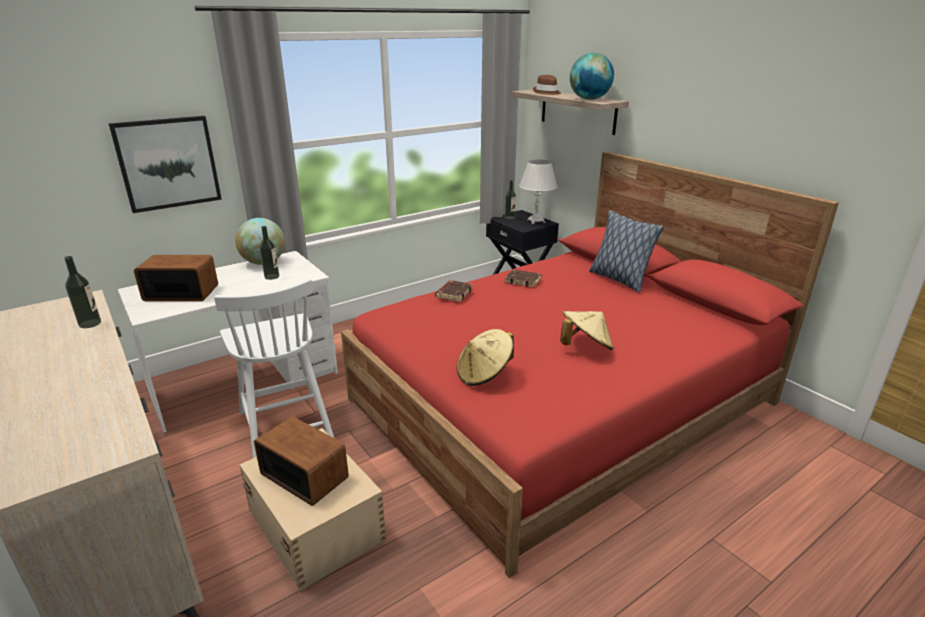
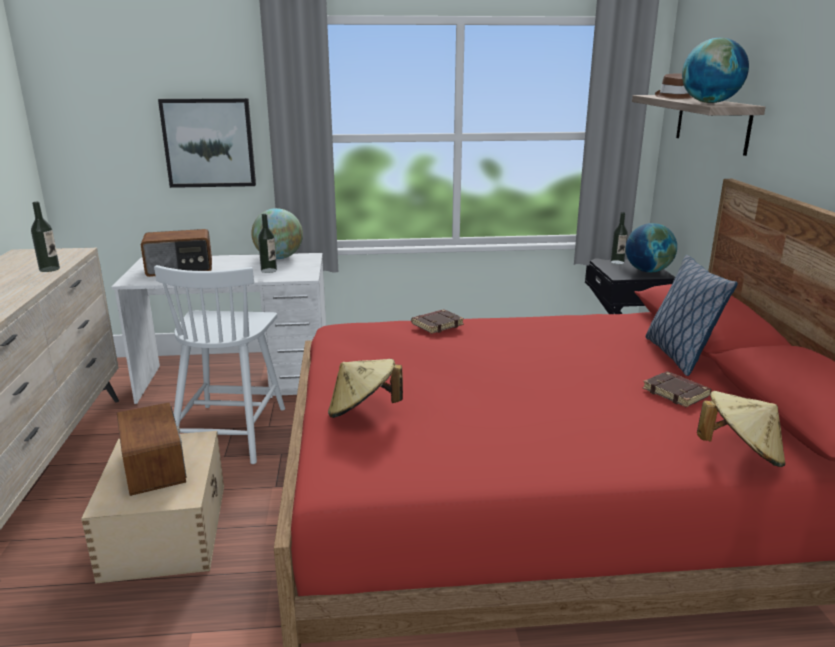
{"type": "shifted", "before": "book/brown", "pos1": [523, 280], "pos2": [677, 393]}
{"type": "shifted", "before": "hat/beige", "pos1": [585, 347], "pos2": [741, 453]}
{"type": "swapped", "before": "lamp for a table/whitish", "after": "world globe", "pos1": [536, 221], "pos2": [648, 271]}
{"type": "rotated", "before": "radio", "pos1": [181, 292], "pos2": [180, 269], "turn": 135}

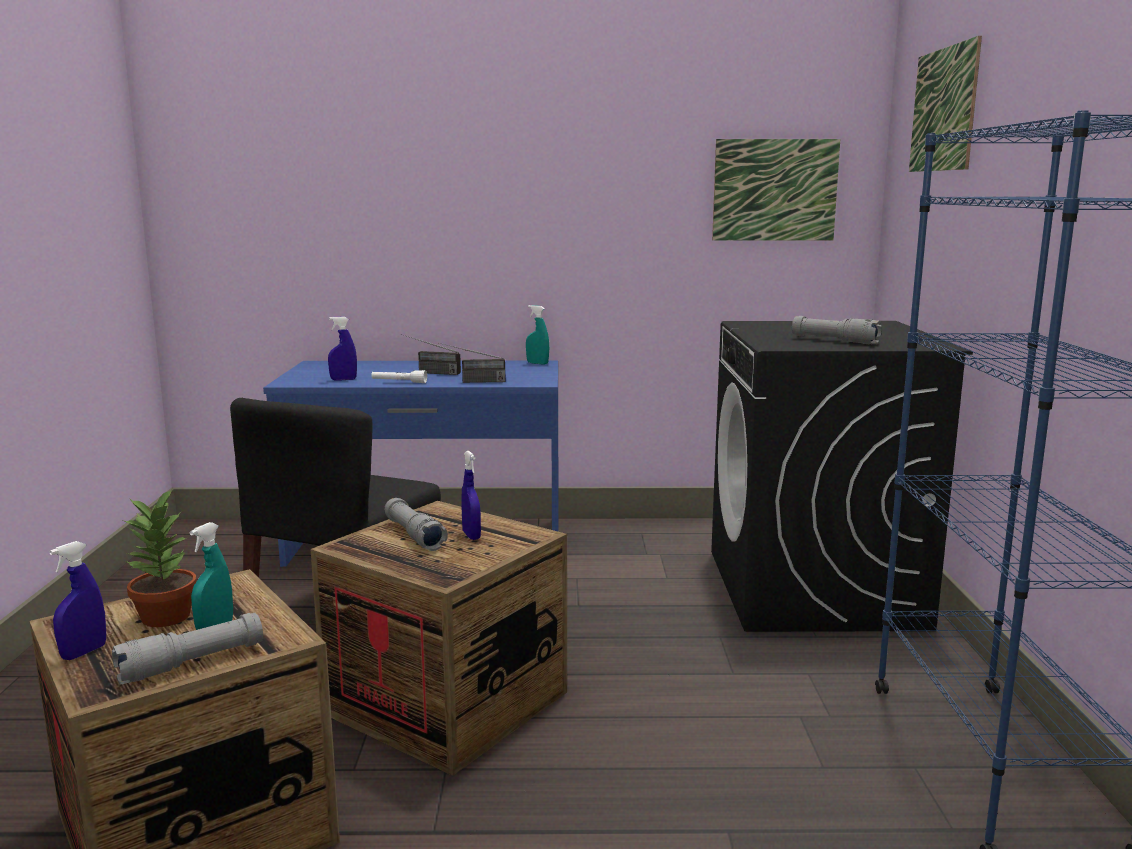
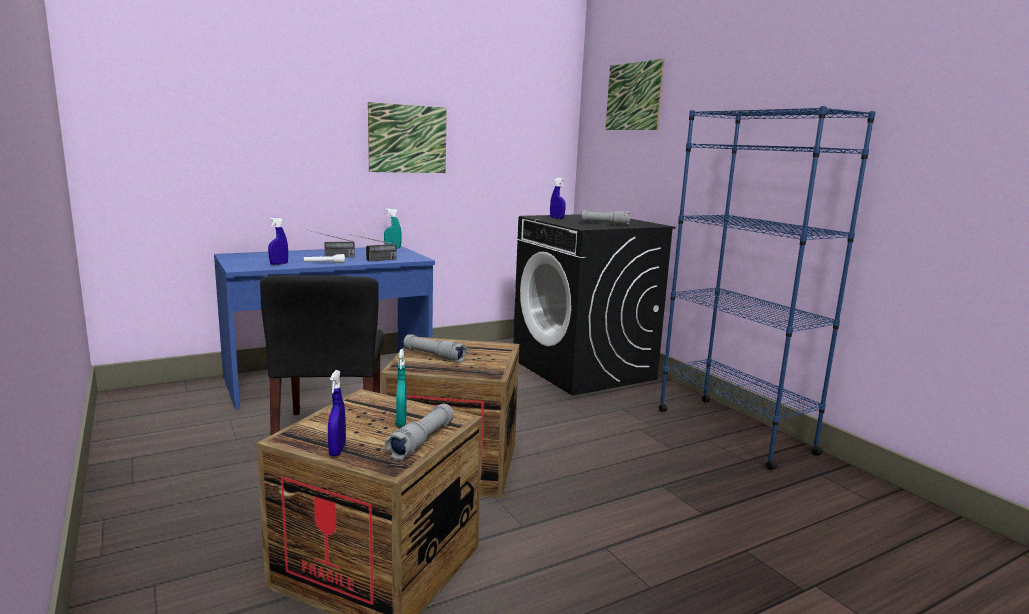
{"type": "gone", "before": "potted plant", "pos1": [167, 617]}
{"type": "shifted", "before": "sprayer/blue", "pos1": [471, 535], "pos2": [557, 218]}
{"type": "shifted", "before": "wall picture", "pos1": [775, 190], "pos2": [408, 139]}

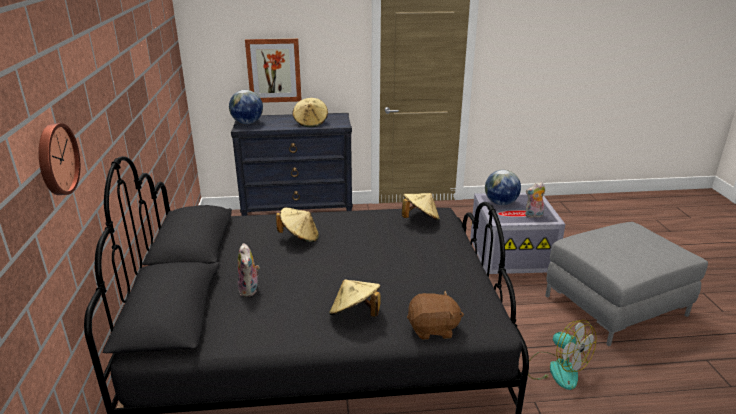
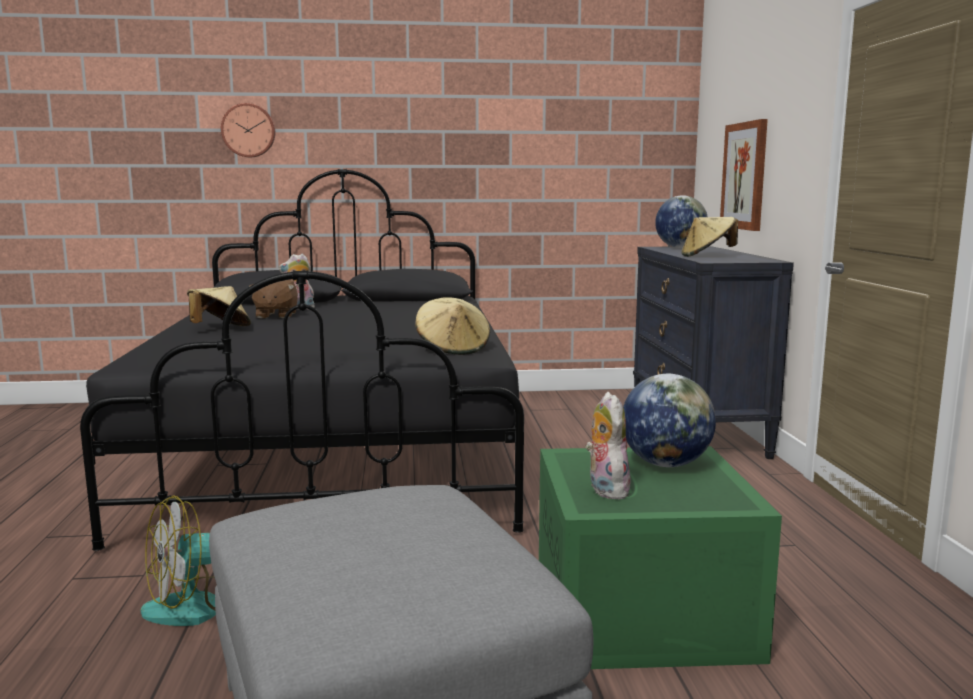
{"type": "gone", "before": "hat/beige", "pos1": [299, 237]}
{"type": "shifted", "before": "plush toy/brown", "pos1": [433, 329], "pos2": [275, 315]}
{"type": "repainted", "before": "storage box/grey", "after": "storage box/greenish", "pos1": [512, 253], "pos2": [645, 613]}

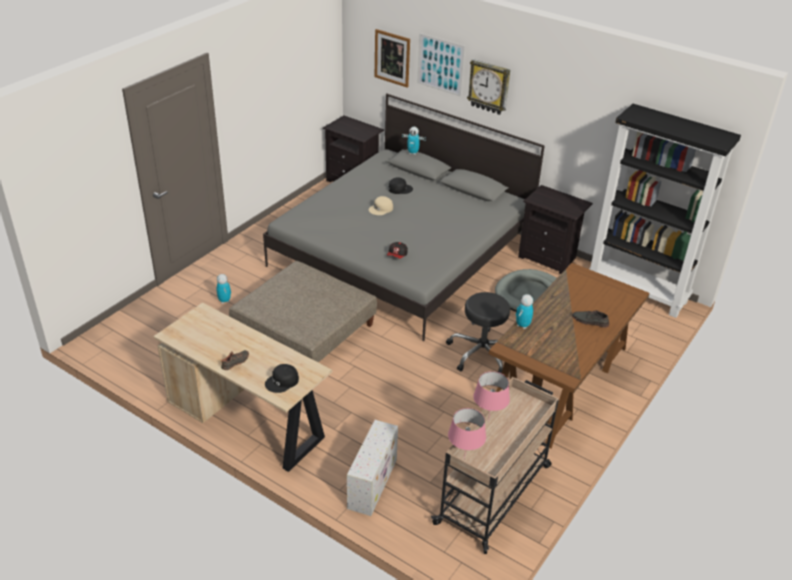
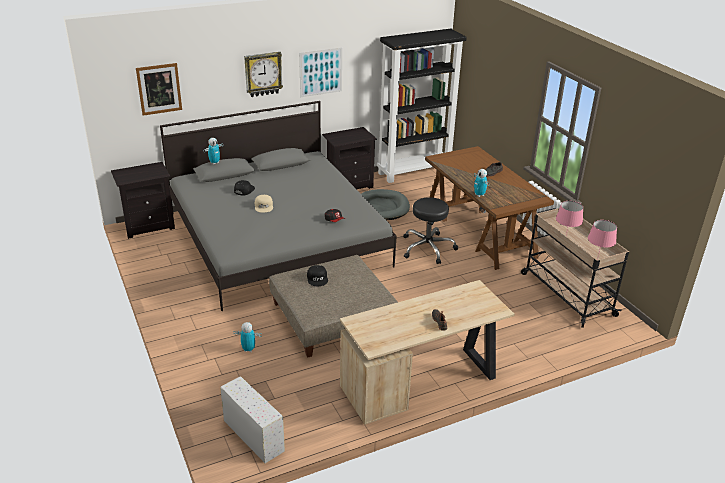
{"type": "shifted", "before": "baseball cap/black-coloured", "pos1": [282, 382], "pos2": [317, 278]}
{"type": "shifted", "before": "storage box/whitish", "pos1": [373, 482], "pos2": [253, 435]}
{"type": "shifted", "before": "wall picture", "pos1": [440, 64], "pos2": [321, 72]}

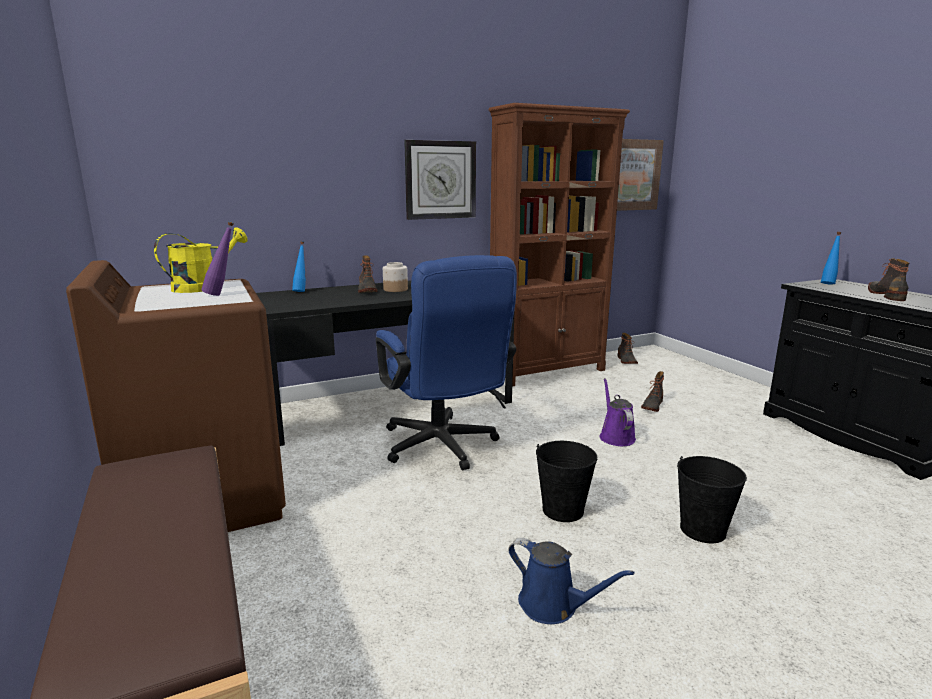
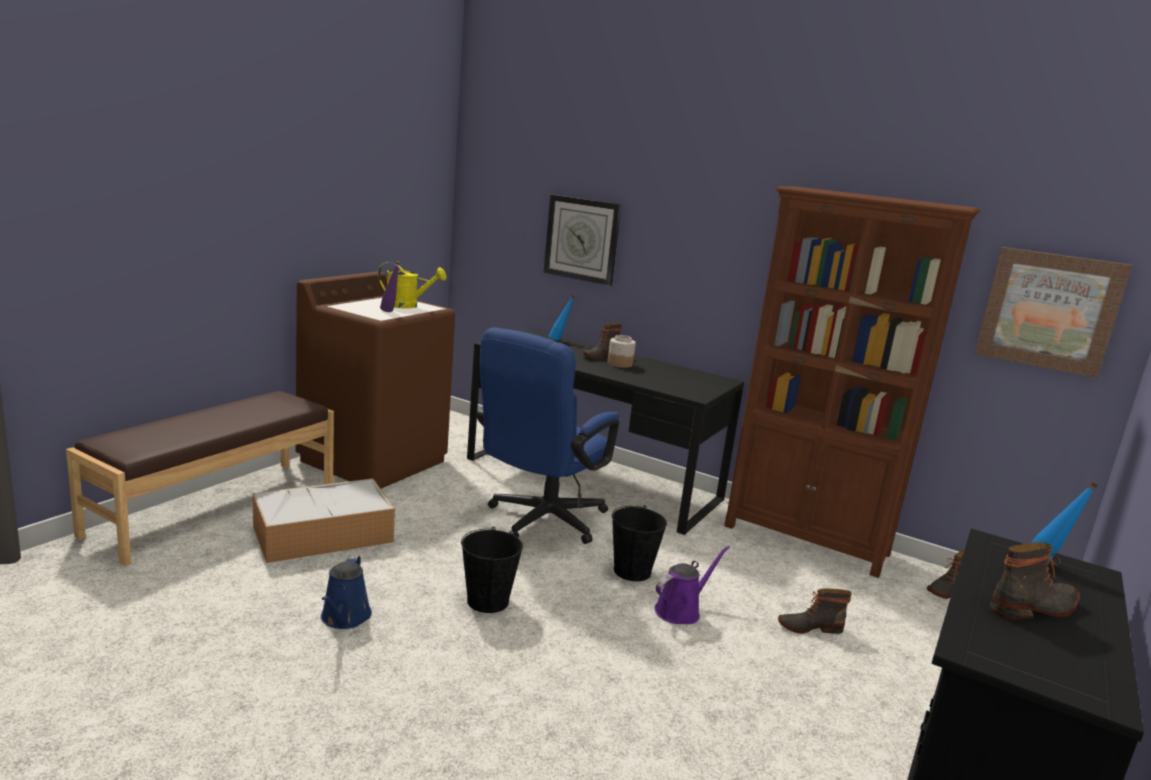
{"type": "new", "after": "storage box", "pos2": [321, 535]}
{"type": "shifted", "before": "wall clock", "pos1": [440, 180], "pos2": [582, 239]}
{"type": "shifted", "before": "bucket/black-coloured", "pos1": [702, 530], "pos2": [632, 571]}

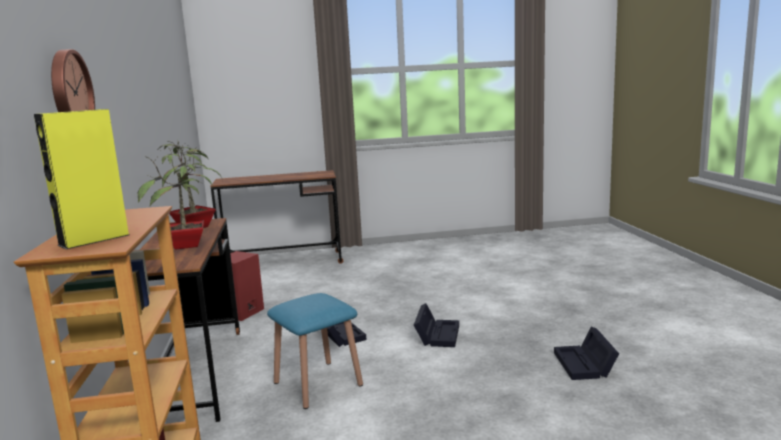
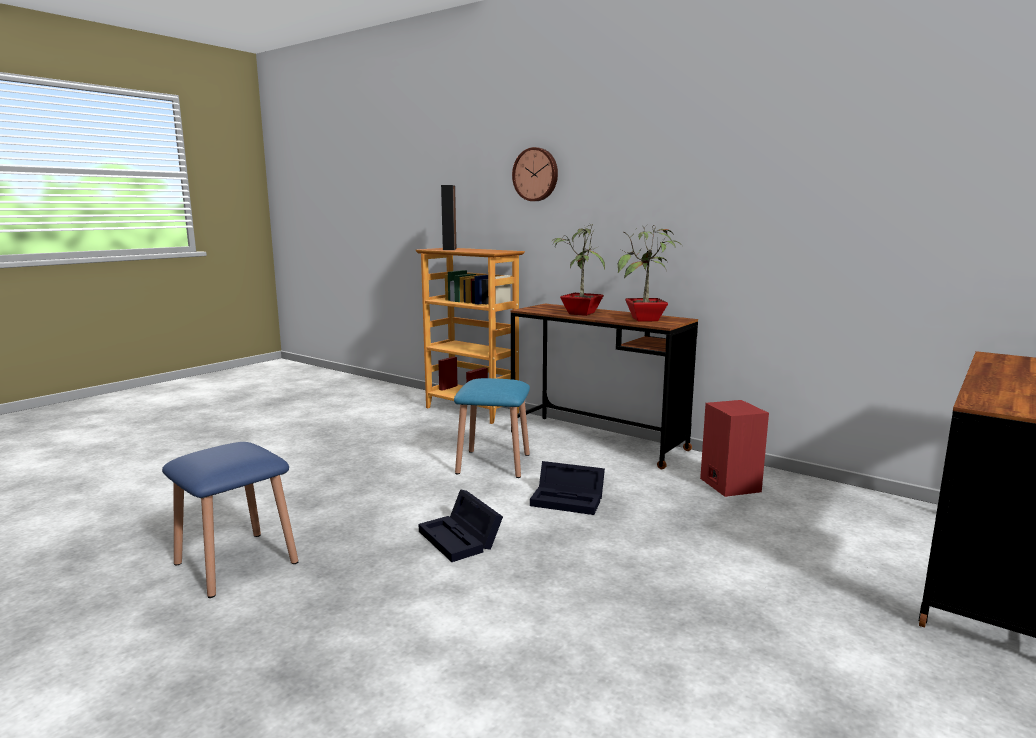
{"type": "swapped", "before": "storage box/black-coloured", "after": "stool seat/blue", "pos1": [585, 365], "pos2": [236, 563]}
{"type": "repainted", "before": "speaker/yellowish", "after": "speaker/brown", "pos1": [94, 240], "pos2": [449, 249]}

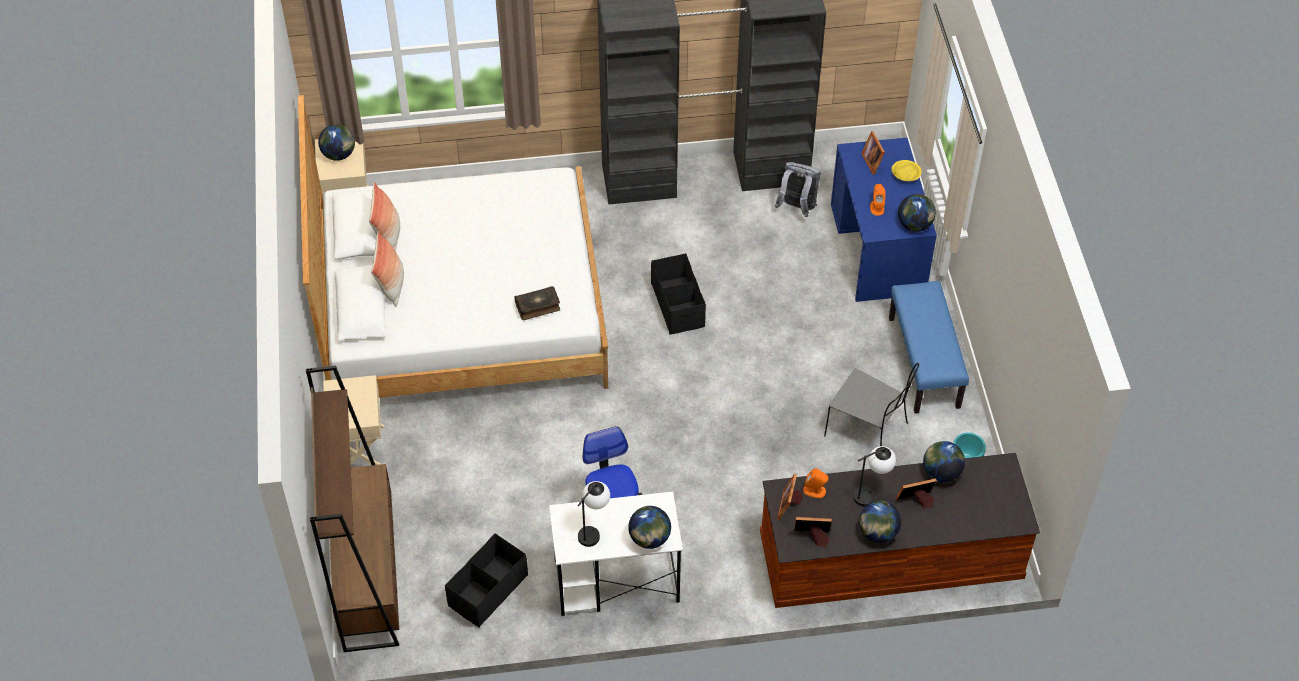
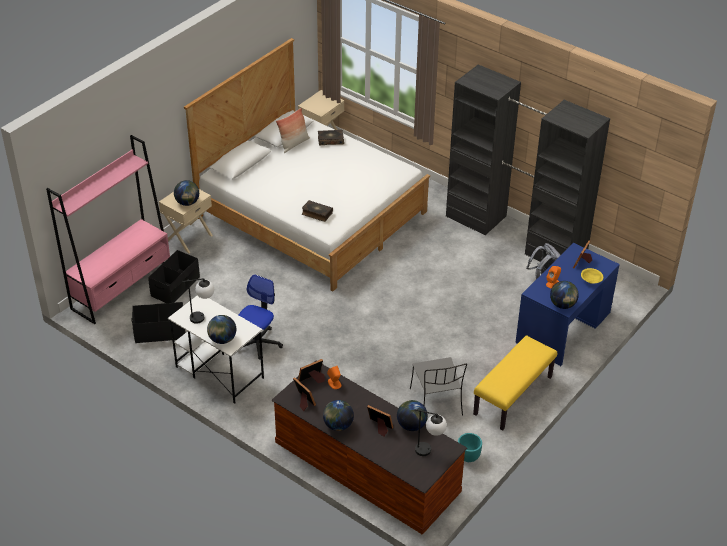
{"type": "gone", "before": "cushion", "pos1": [391, 286]}
{"type": "new", "after": "book", "pos2": [330, 140]}
{"type": "shifted", "before": "world globe", "pos1": [339, 154], "pos2": [187, 203]}
{"type": "shifted", "before": "storage box/black-coloured", "pos1": [678, 305], "pos2": [175, 287]}
{"type": "shifted", "before": "lamp for a table", "pos1": [871, 493], "pos2": [429, 451]}
{"type": "repainted", "before": "shelving unit/brown", "after": "shelving unit/pink-coloured", "pos1": [368, 574], "pos2": [122, 287]}
{"type": "repainted", "before": "long seat/blue", "after": "long seat/yellowish", "pos1": [924, 363], "pos2": [513, 396]}

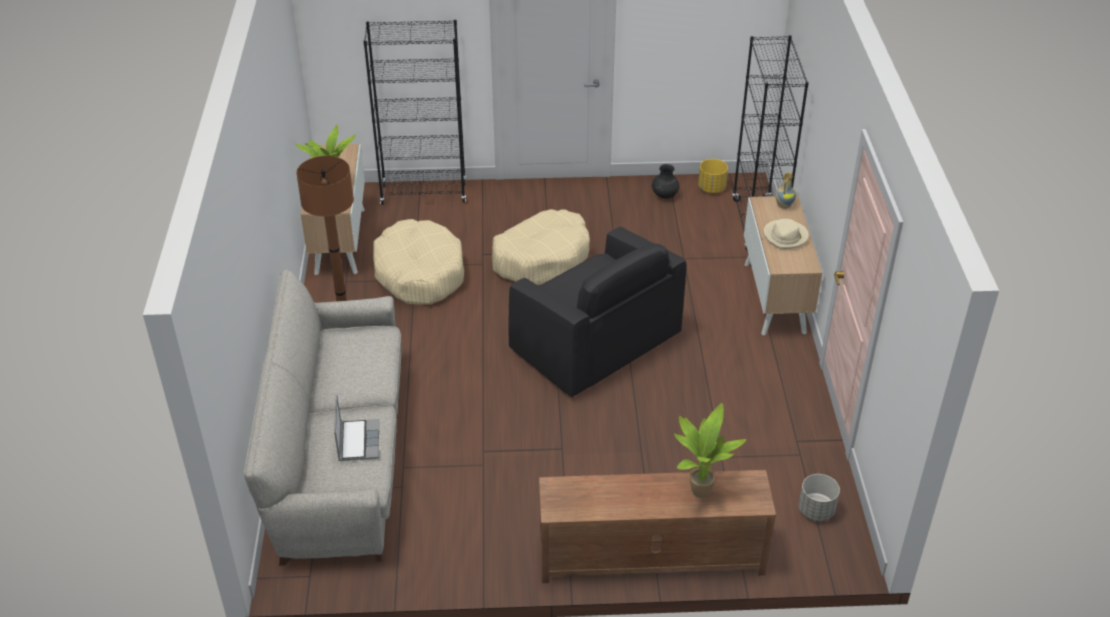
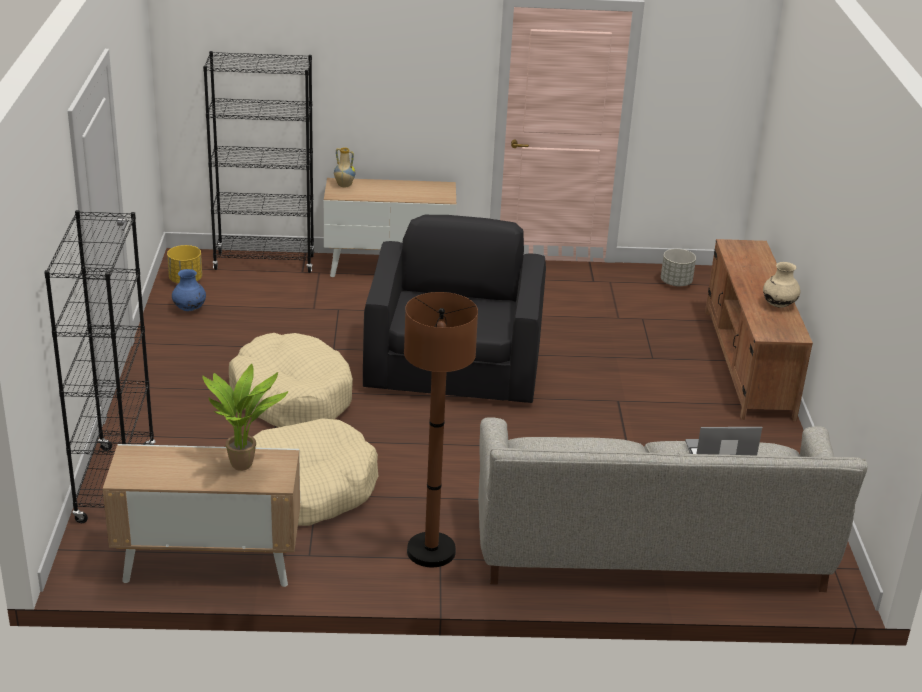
{"type": "gone", "before": "potted plant", "pos1": [698, 491]}
{"type": "gone", "before": "hat/beige", "pos1": [786, 236]}
{"type": "new", "after": "flower vase/beige", "pos2": [778, 305]}
{"type": "repainted", "before": "flower vase/black-coloured", "after": "flower vase/blue", "pos1": [664, 195], "pos2": [189, 309]}
{"type": "rotated", "before": "armchair/black-coloured", "pos1": [595, 343], "pos2": [453, 371], "turn": -45}

